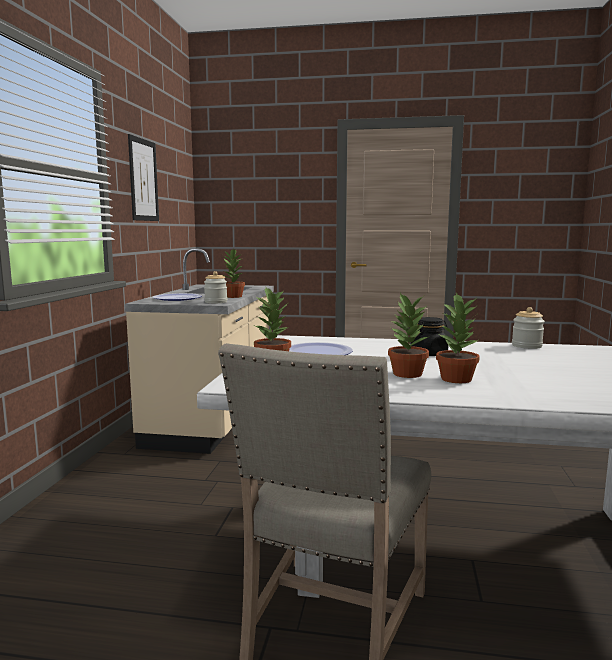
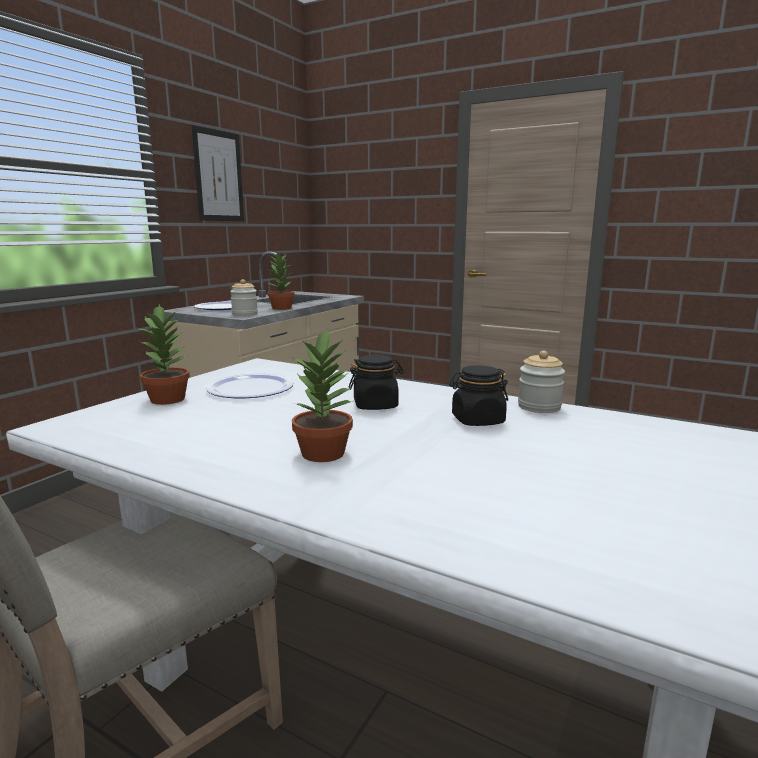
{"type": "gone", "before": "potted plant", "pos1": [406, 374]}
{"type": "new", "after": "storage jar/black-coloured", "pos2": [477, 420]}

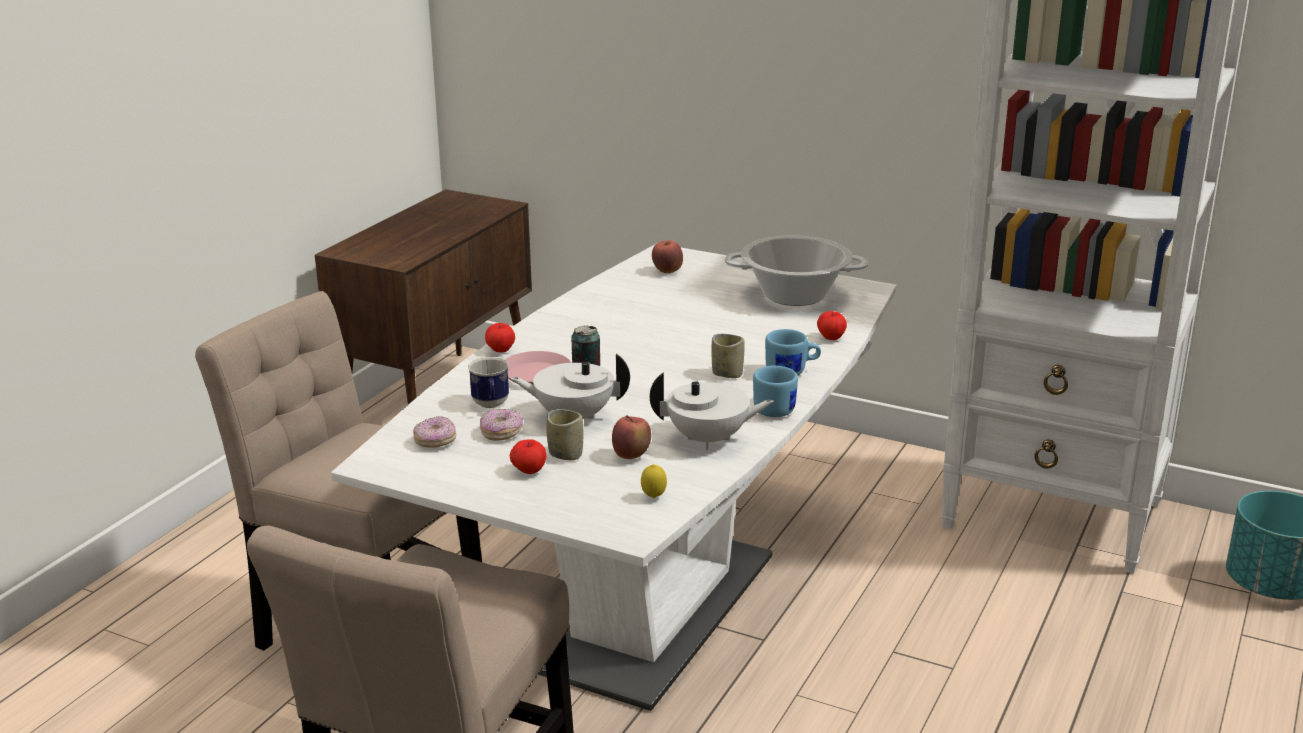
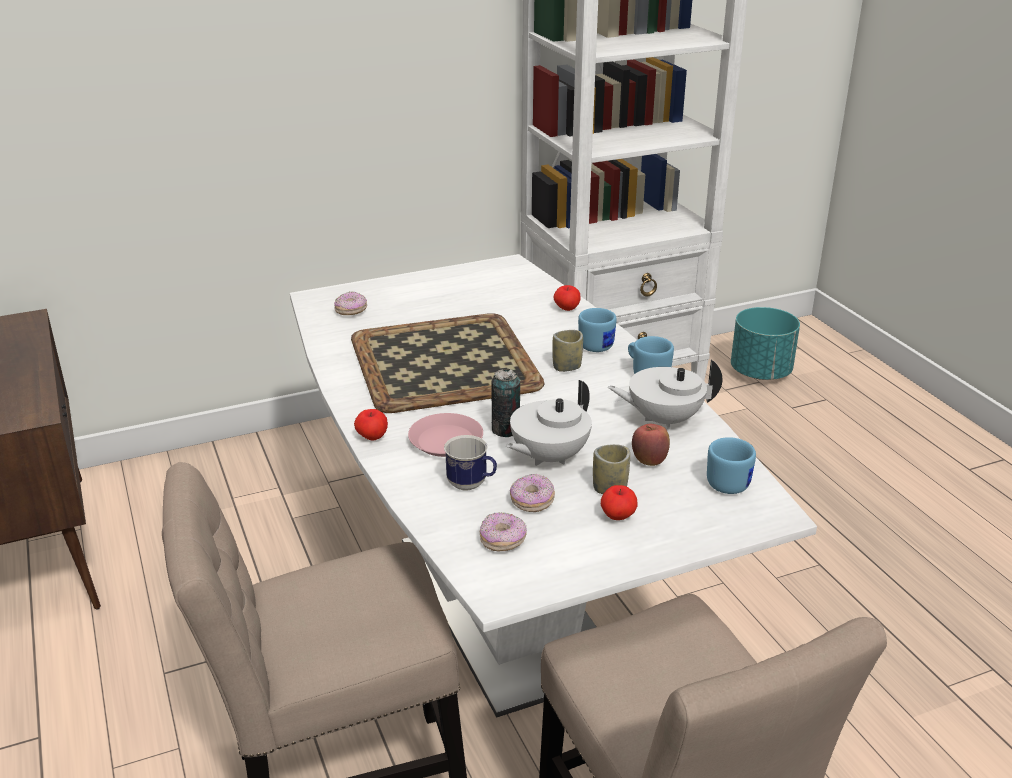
{"type": "gone", "before": "cooking pot", "pos1": [794, 295]}
{"type": "new", "after": "carrying tray", "pos2": [446, 363]}
{"type": "swapped", "before": "citrus fruit", "after": "tea mug/blue", "pos1": [653, 497], "pos2": [728, 480]}
{"type": "swapped", "before": "apple", "after": "doughnut", "pos1": [667, 271], "pos2": [351, 311]}
{"type": "rotated", "before": "tea pot/whitish", "pos1": [709, 439], "pos2": [663, 419], "turn": -135}

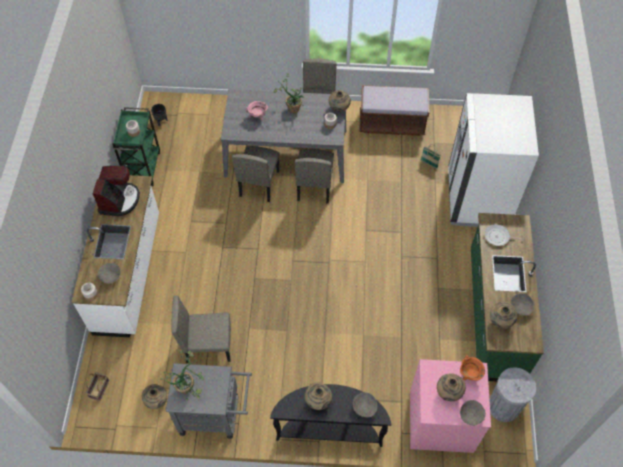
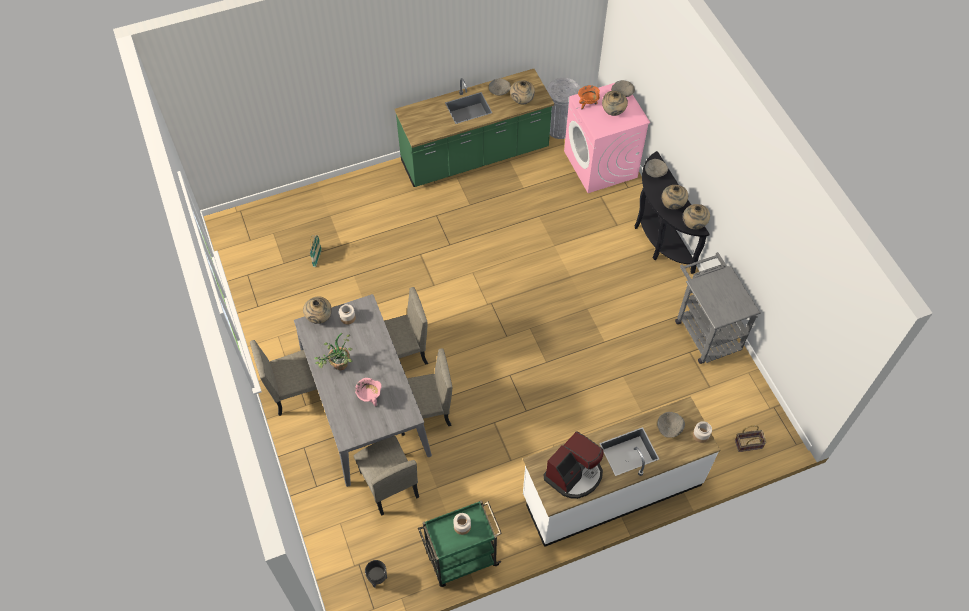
{"type": "gone", "before": "potted plant", "pos1": [189, 387]}
{"type": "gone", "before": "long seat/brown", "pos1": [391, 124]}
{"type": "gone", "before": "refrigerator/whitish", "pos1": [477, 198]}
{"type": "gone", "before": "frying pan", "pos1": [498, 237]}
{"type": "shifted", "before": "flower vase/beige", "pos1": [156, 401], "pos2": [693, 225]}
{"type": "shifted", "before": "upright chair/beige", "pos1": [208, 345], "pos2": [389, 484]}
{"type": "rotated", "before": "coffee maker", "pos1": [119, 200], "pos2": [574, 474], "turn": 150}

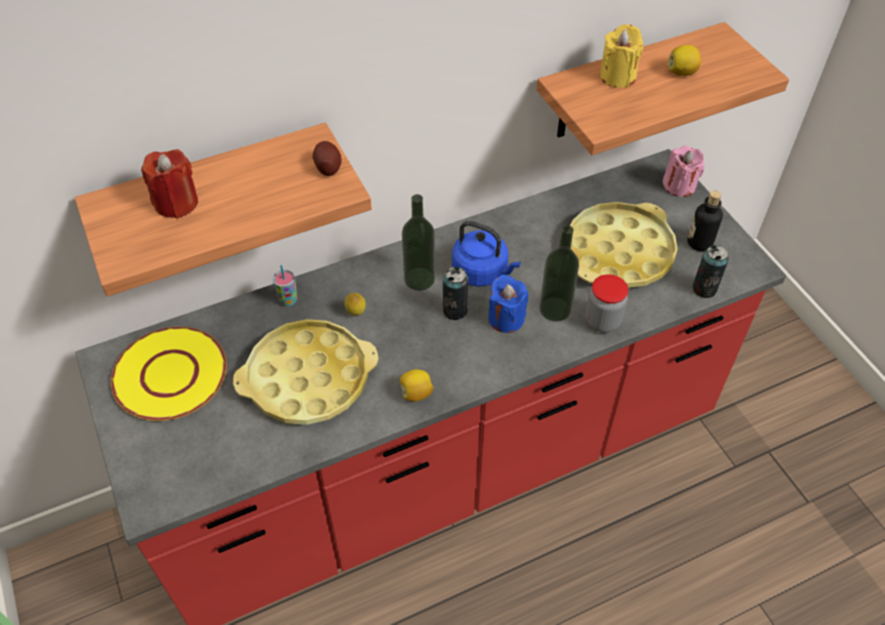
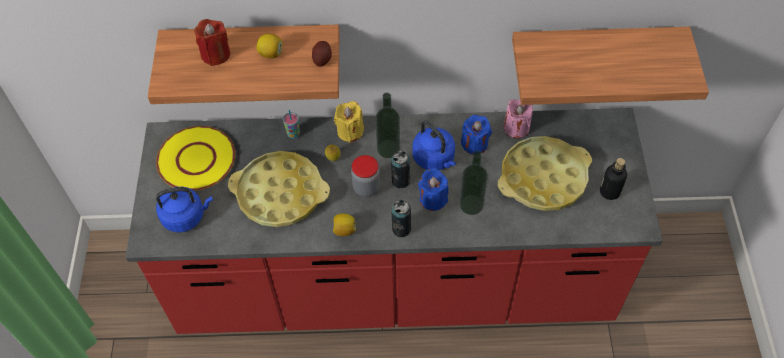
{"type": "new", "after": "tea kettle/blue", "pos2": [186, 216]}
{"type": "new", "after": "wax light/blue", "pos2": [474, 144]}
{"type": "shifted", "before": "storage jar", "pos1": [602, 321], "pos2": [366, 188]}
{"type": "shifted", "before": "wax light/yellowish", "pos1": [617, 76], "pos2": [350, 131]}
{"type": "shifted", "before": "wax light/pink-coloured", "pos1": [679, 185], "pos2": [516, 128]}
{"type": "shifted", "before": "citrus fruit", "pos1": [682, 72], "pos2": [271, 53]}
{"type": "shifted", "before": "metal can", "pos1": [704, 289], "pos2": [401, 229]}

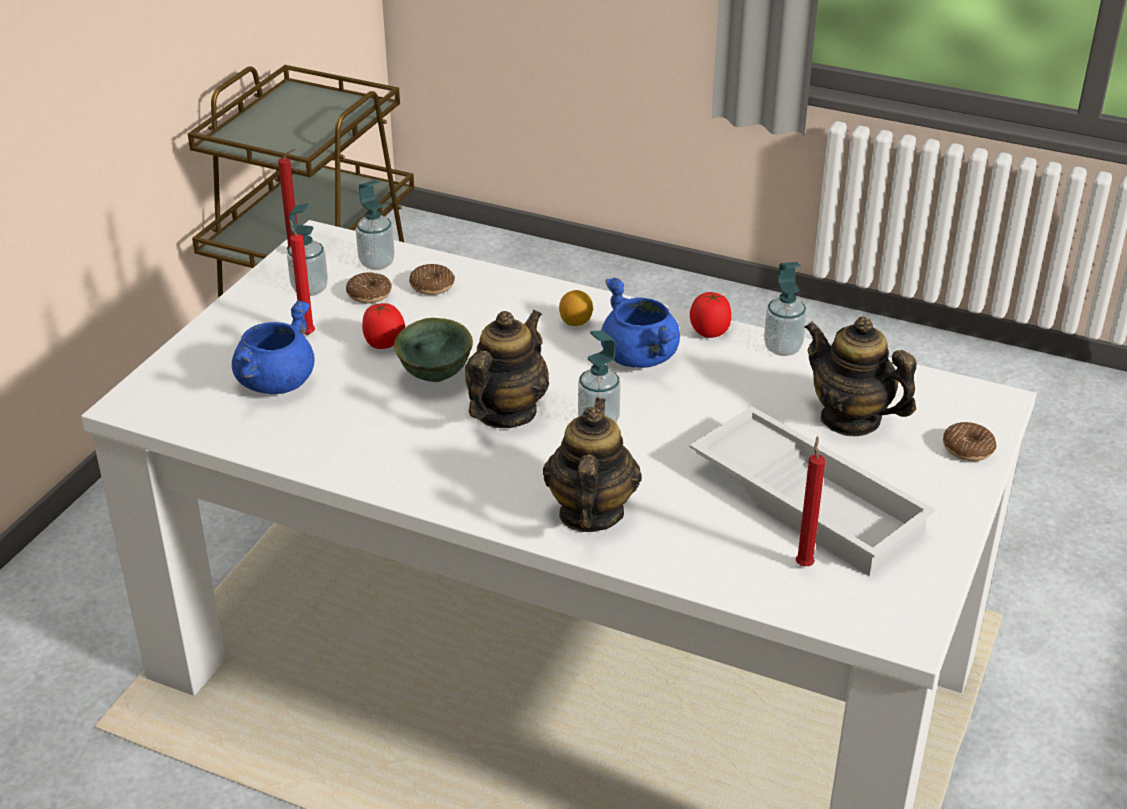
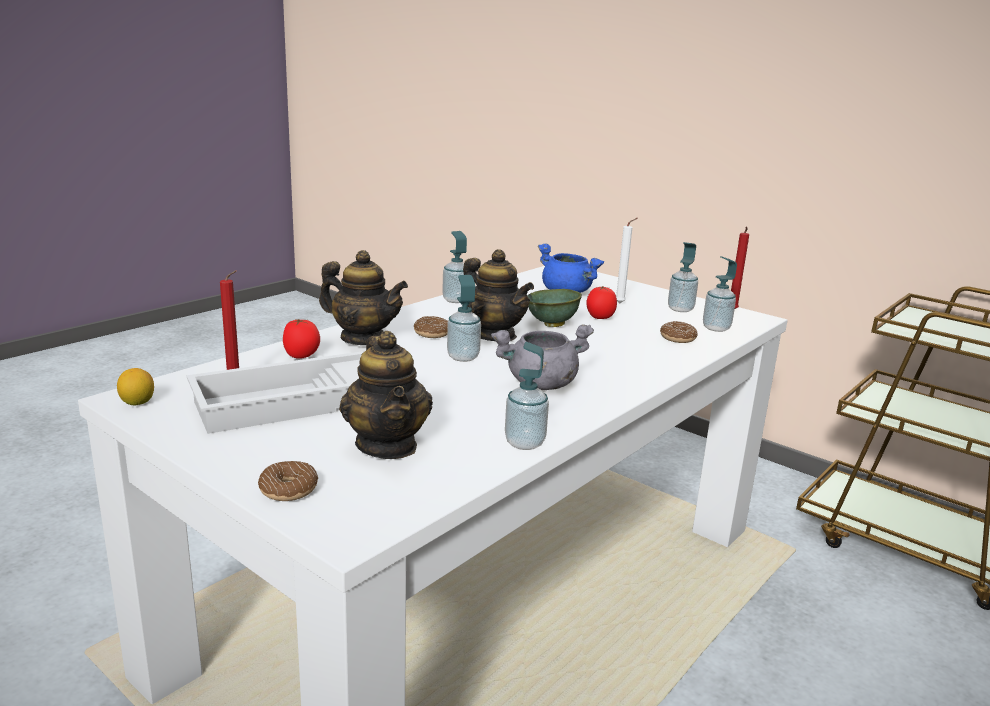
{"type": "new", "after": "soap bottle", "pos2": [455, 300]}
{"type": "shifted", "before": "doughnut", "pos1": [369, 294], "pos2": [432, 333]}
{"type": "shifted", "before": "citrus fruit", "pos1": [575, 322], "pos2": [137, 403]}
{"type": "shifted", "before": "tomato", "pos1": [709, 332], "pos2": [302, 356]}
{"type": "repainted", "before": "wax light/red-coloured", "after": "wax light/whitish", "pos1": [307, 333], "pos2": [621, 303]}
{"type": "repainted", "before": "cooking pot/blue", "after": "cooking pot/grey", "pos1": [641, 358], "pos2": [540, 384]}
{"type": "rotated", "before": "tea pot", "pos1": [851, 419], "pos2": [387, 445], "turn": 105}

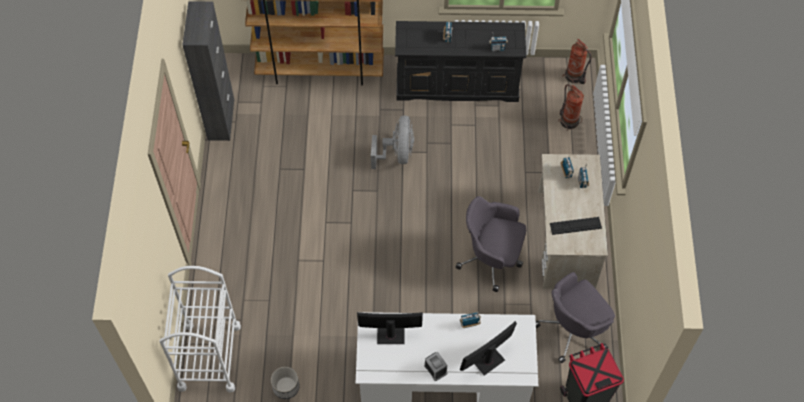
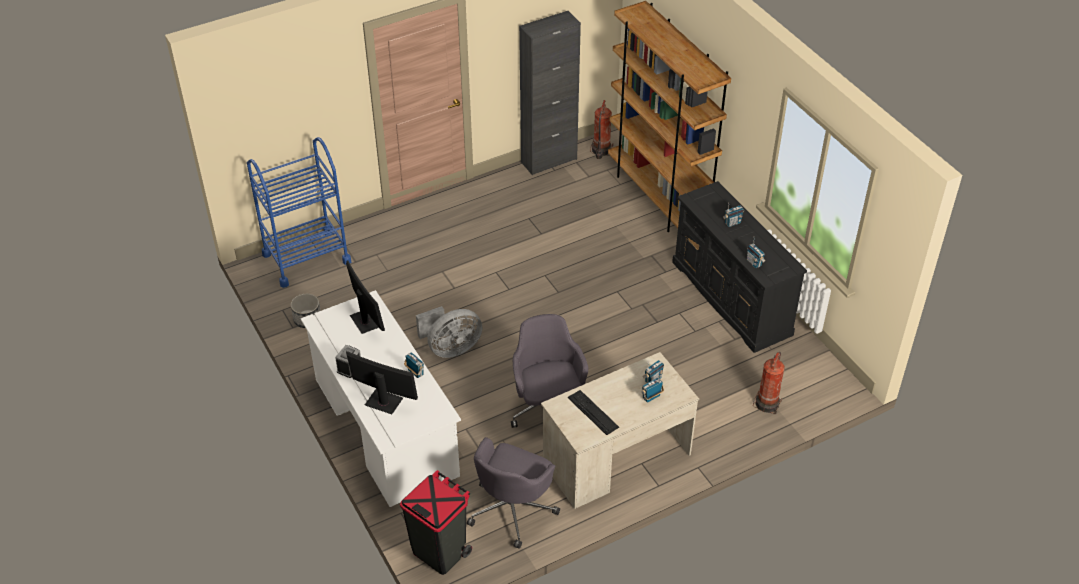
{"type": "shifted", "before": "electric fan/grey", "pos1": [397, 154], "pos2": [451, 348]}
{"type": "shifted", "before": "fire-fighting cylinder", "pos1": [574, 76], "pos2": [600, 151]}
{"type": "repainted", "before": "trolley/whitish", "after": "trolley/blue", "pos1": [209, 356], "pos2": [306, 258]}
{"type": "rotated", "before": "computer chair/grey", "pos1": [573, 329], "pos2": [512, 509], "turn": -90}

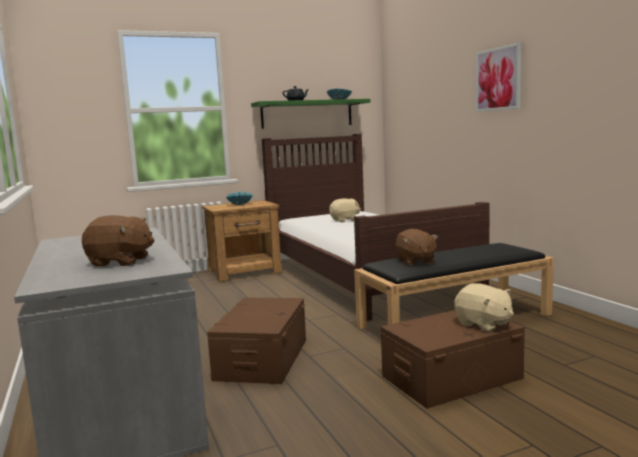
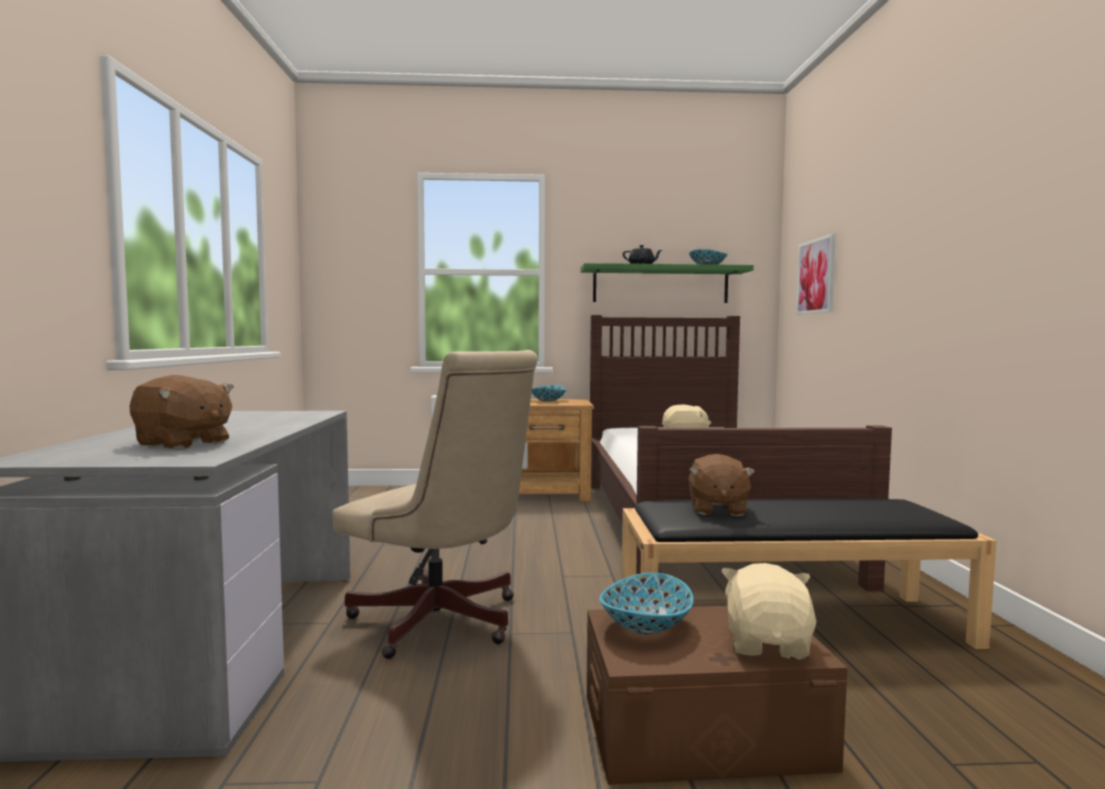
{"type": "new", "after": "bowl", "pos2": [647, 626]}
{"type": "shifted", "before": "wall picture", "pos1": [498, 79], "pos2": [816, 276]}
{"type": "swapped", "before": "storage box/brown", "after": "computer chair/beige", "pos1": [262, 359], "pos2": [444, 623]}
{"type": "rotated", "before": "plush toy/beige", "pos1": [483, 324], "pos2": [768, 644], "turn": -150}

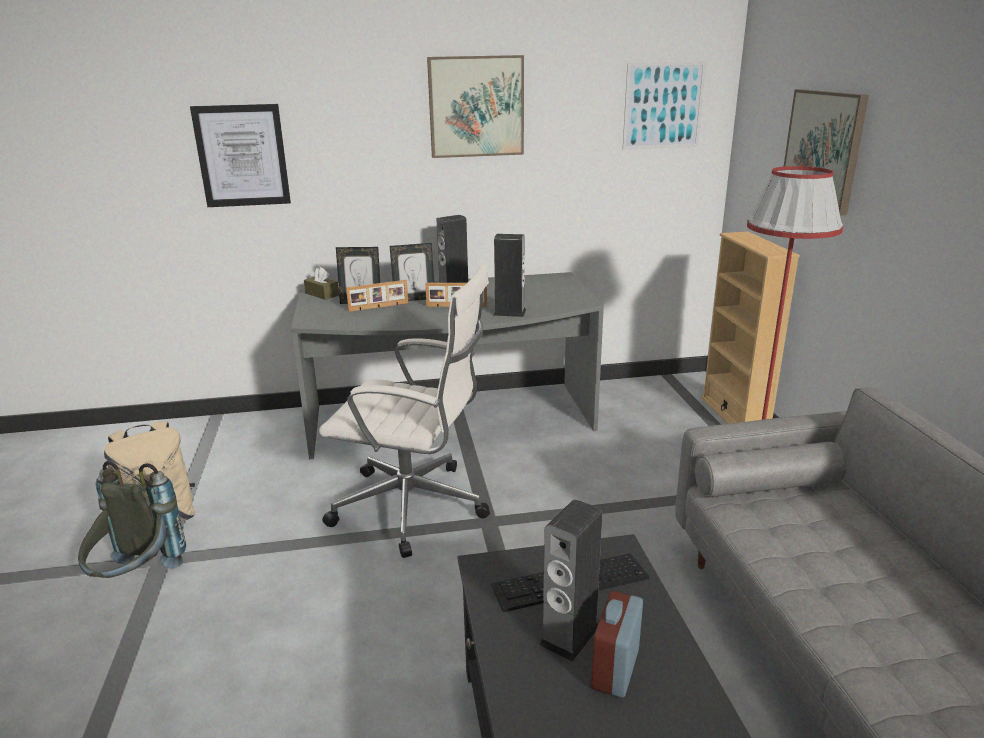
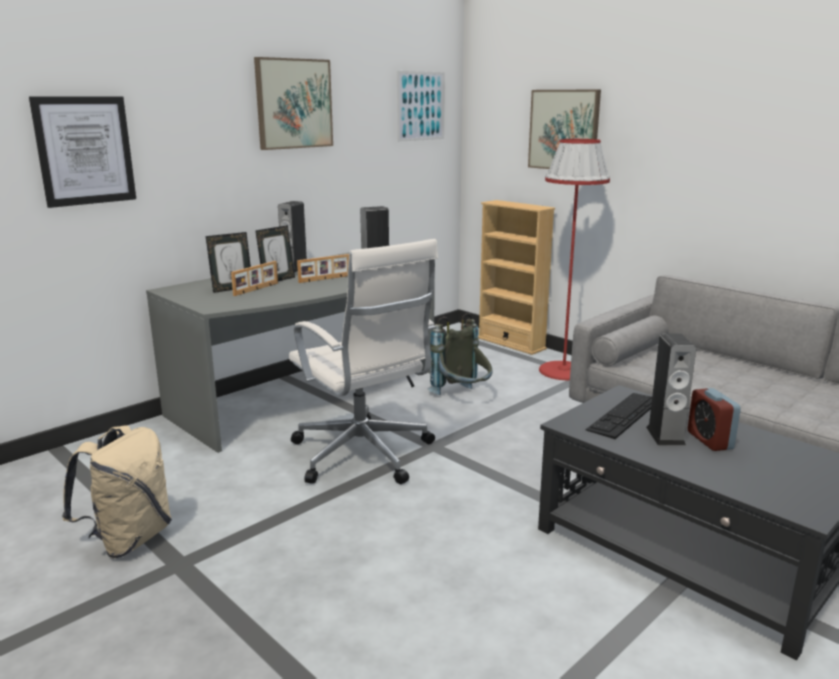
{"type": "gone", "before": "tissue holder/brown", "pos1": [322, 294]}
{"type": "shifted", "before": "backpack/grey", "pos1": [137, 580], "pos2": [462, 397]}
{"type": "rotated", "before": "computer chair/whitish", "pos1": [414, 507], "pos2": [363, 455], "turn": 75}

